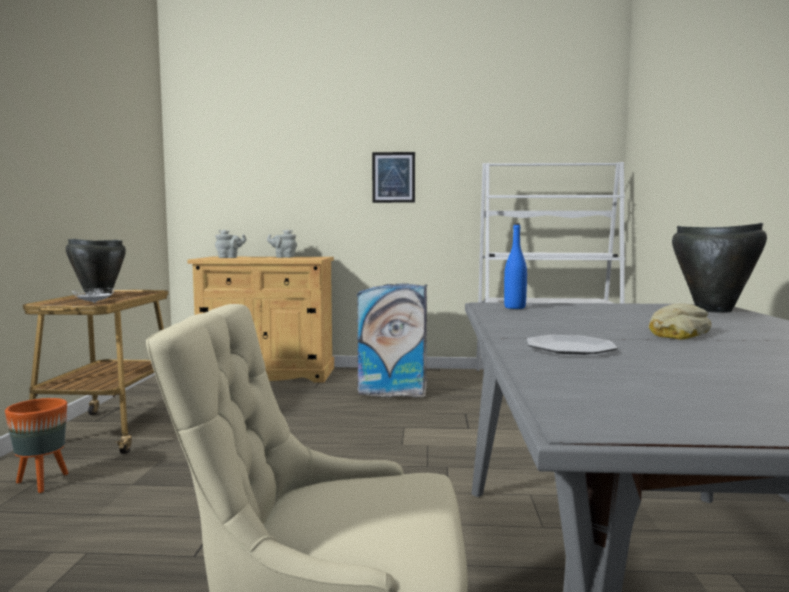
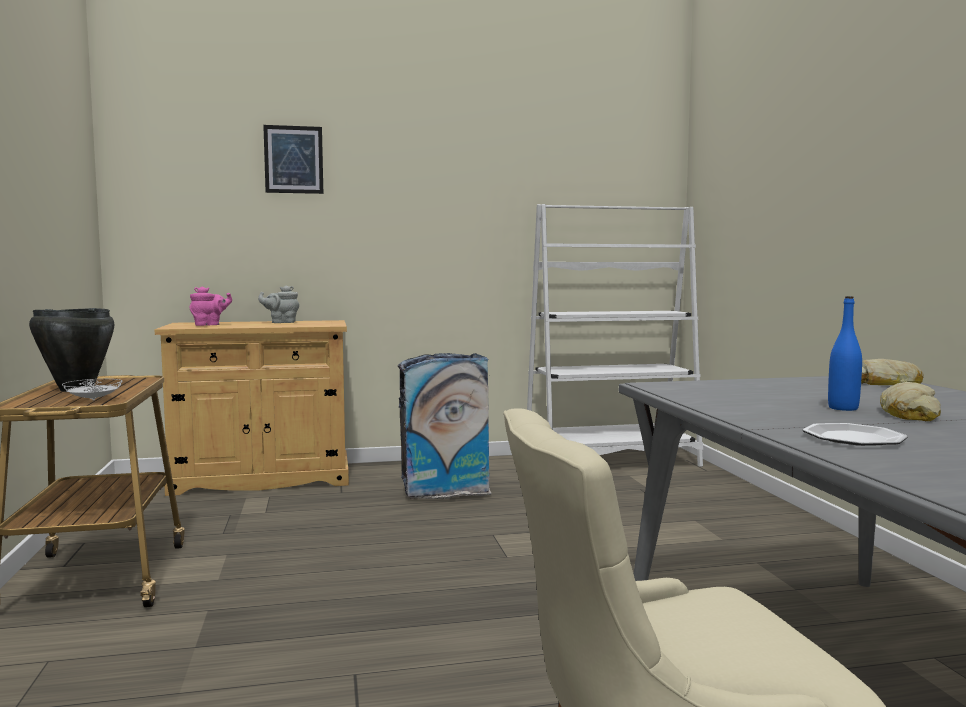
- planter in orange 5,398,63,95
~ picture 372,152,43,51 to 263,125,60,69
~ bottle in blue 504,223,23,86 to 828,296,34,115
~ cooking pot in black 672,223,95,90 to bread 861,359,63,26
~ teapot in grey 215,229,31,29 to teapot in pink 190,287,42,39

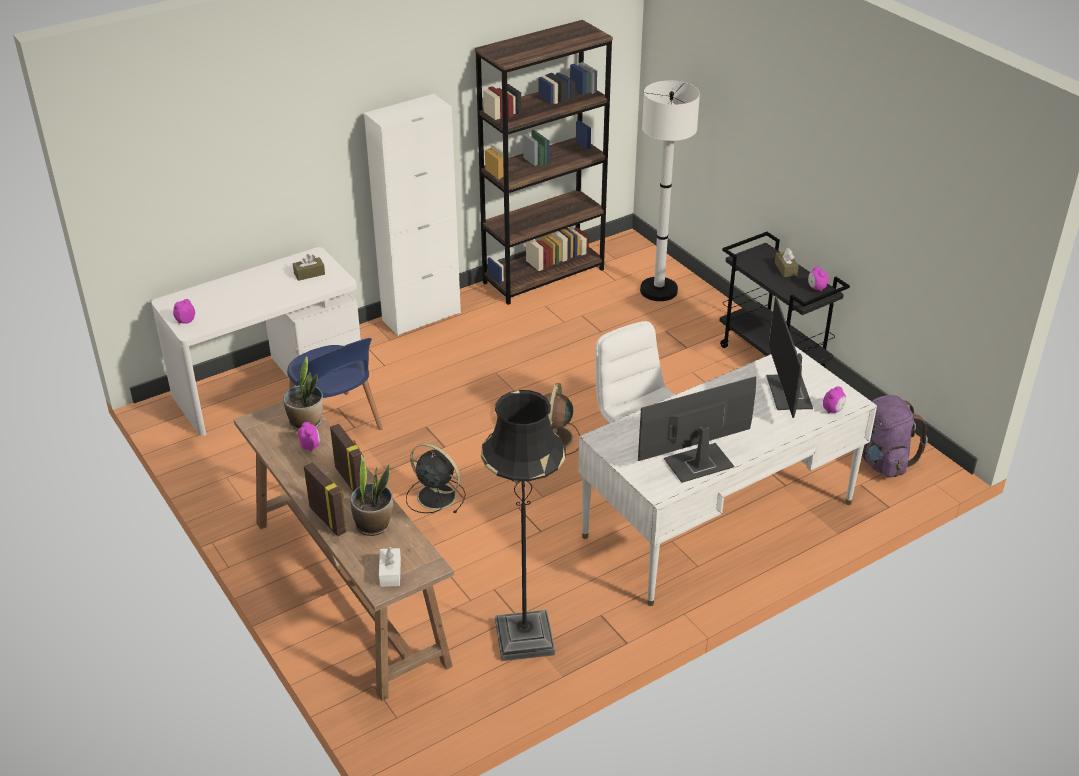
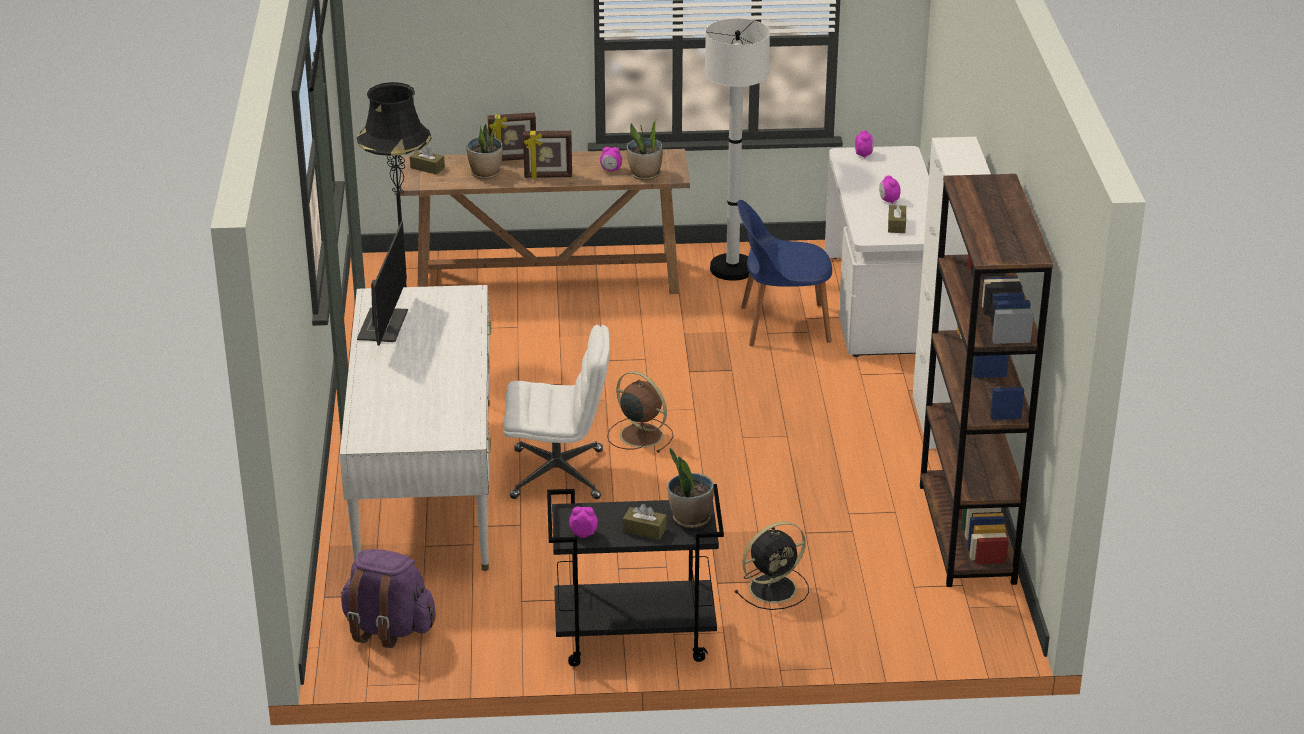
- monitor 766,296,47,122
+ potted plant 667,448,47,80
~ fan in black 406,443,60,70 to 734,522,75,88
~ floor lamp in white 640,80,60,221 to 705,18,65,263
~ alarm clock 823,386,23,28 to 879,176,22,28
~ tissue box in white 379,547,22,40 to tissue box in brown 410,146,35,29

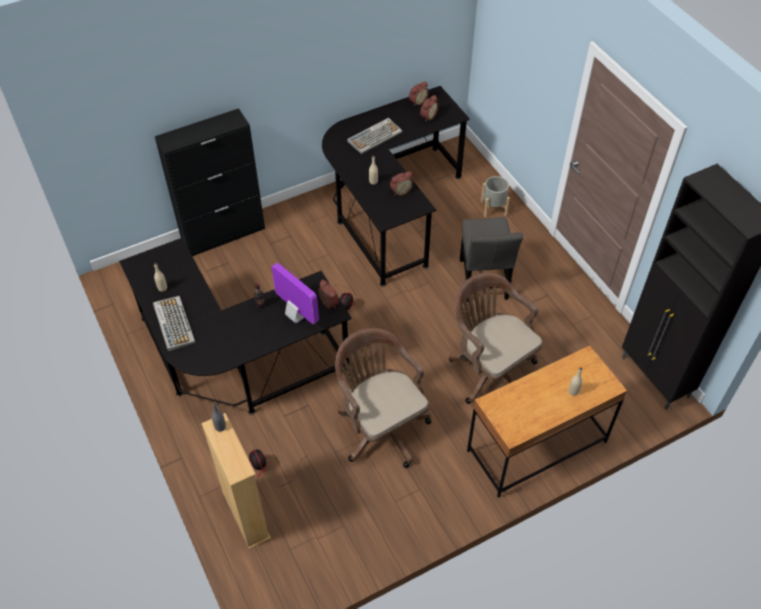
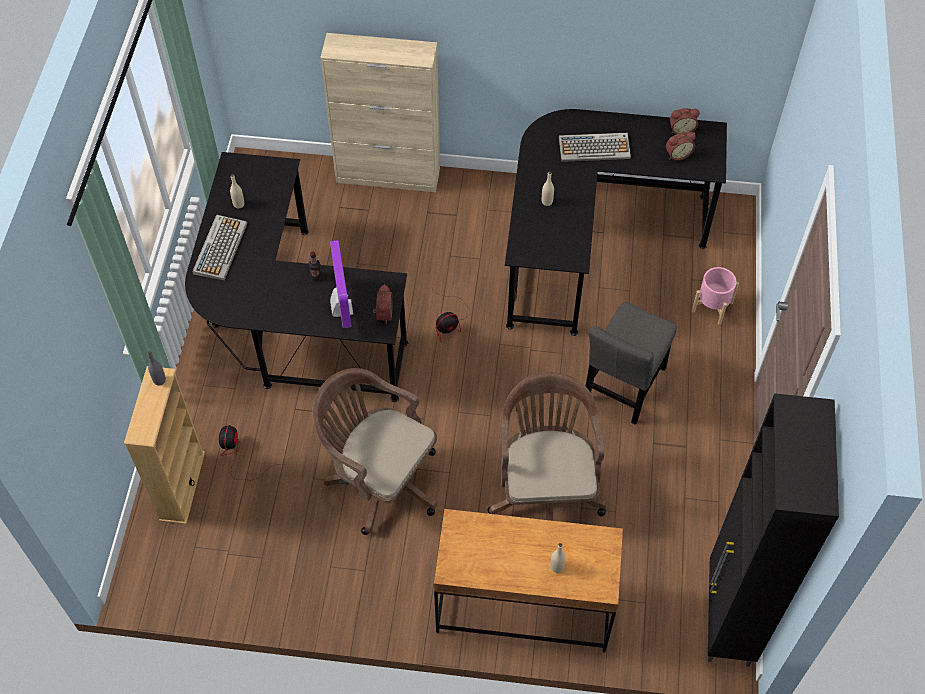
- alarm clock 390,171,23,25
~ cabinet in black 155,108,110,148 to cabinet in beige 320,33,120,159
~ planter in grey 481,176,29,41 to planter in pink 692,267,47,58
~ office chair in brown 335,328,97,140 = 313,368,124,167 60 degrees counterclockwise

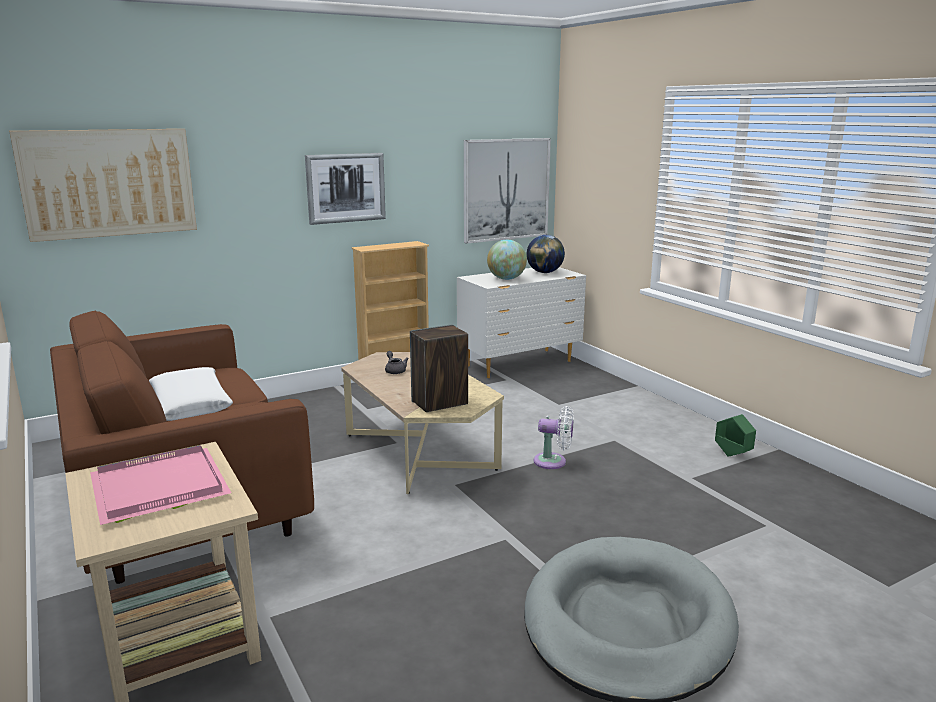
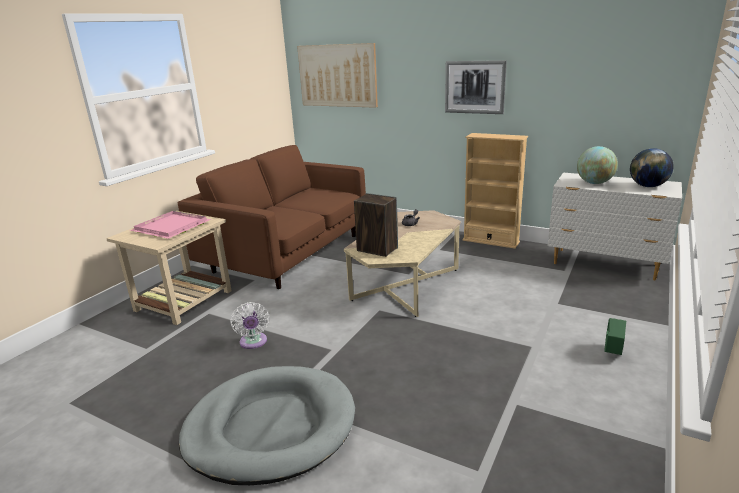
- pillow in white 149,367,84,54
- picture 464,138,87,106
~ fan in white 533,406,41,63 to 230,302,40,47
~ planter in green 715,414,41,43 to 604,318,22,37

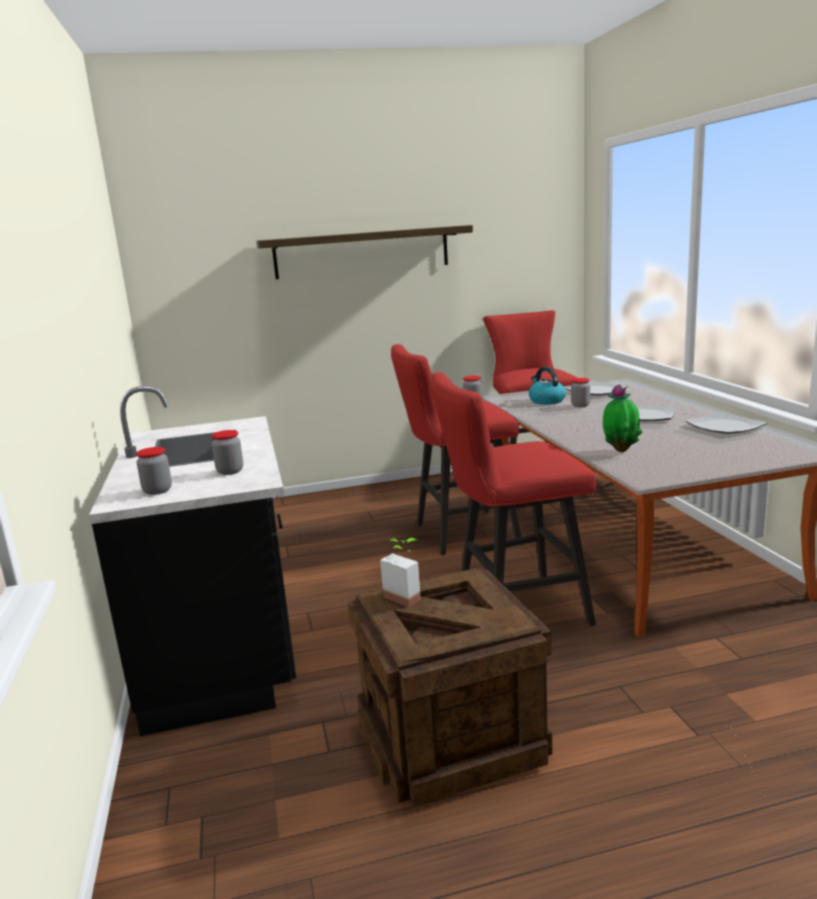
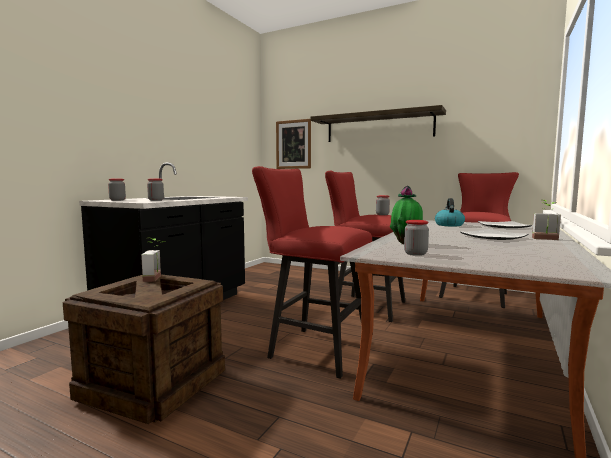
- plate 685,412,83,22
+ picture 276,119,35,50
+ potted plant 532,200,29,40
~ jar 571,378,19,29 to 404,220,25,36

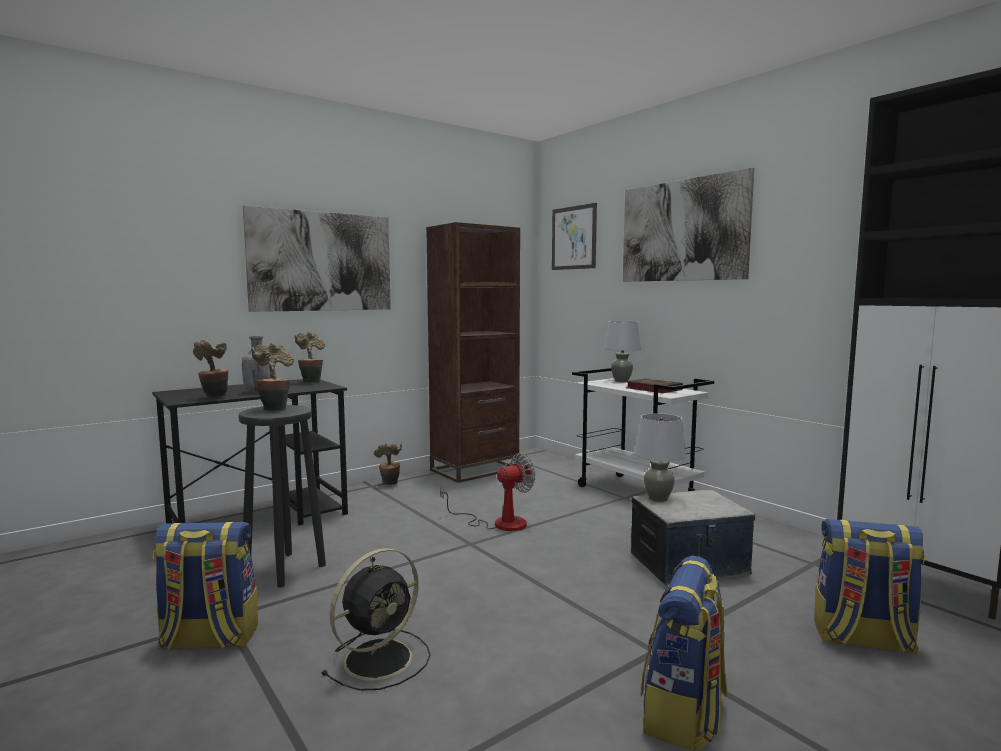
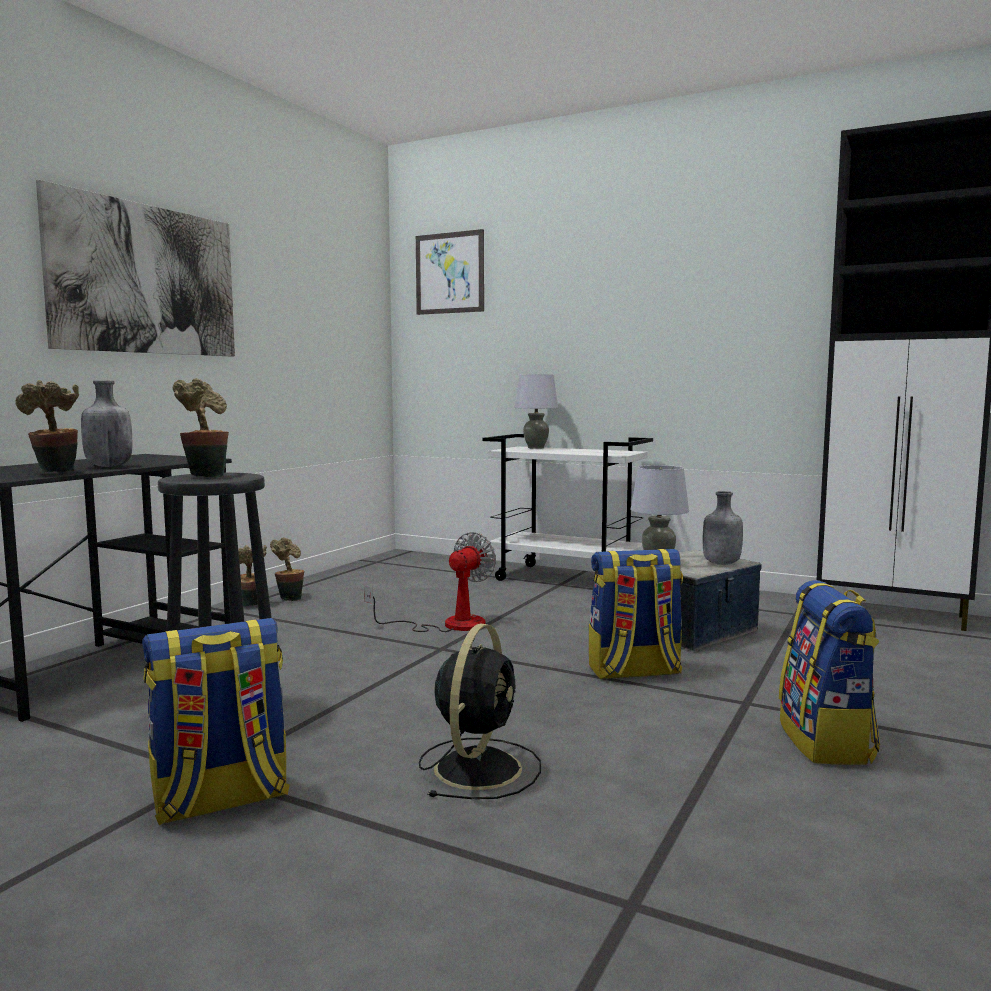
- bookcase in brown 426,222,94,261
- picture 623,167,131,115
- book 626,379,57,14
+ bottle in grey 703,491,40,74
~ potted plant 294,332,31,51 to 270,538,34,63
~ backpack 814,519,111,135 to 589,549,94,130

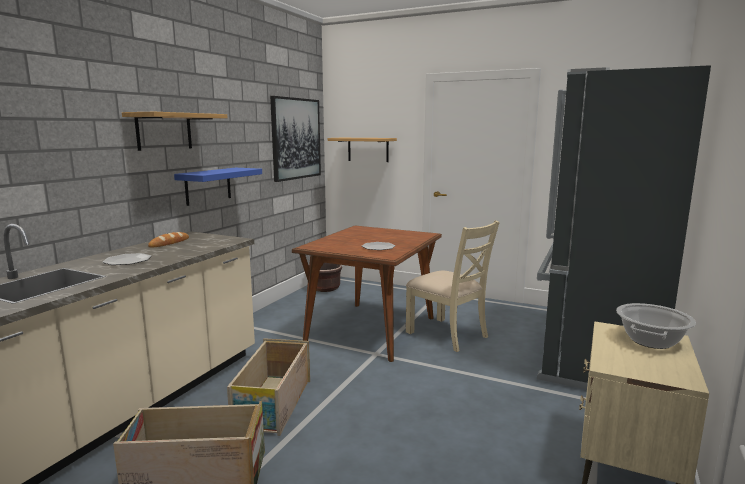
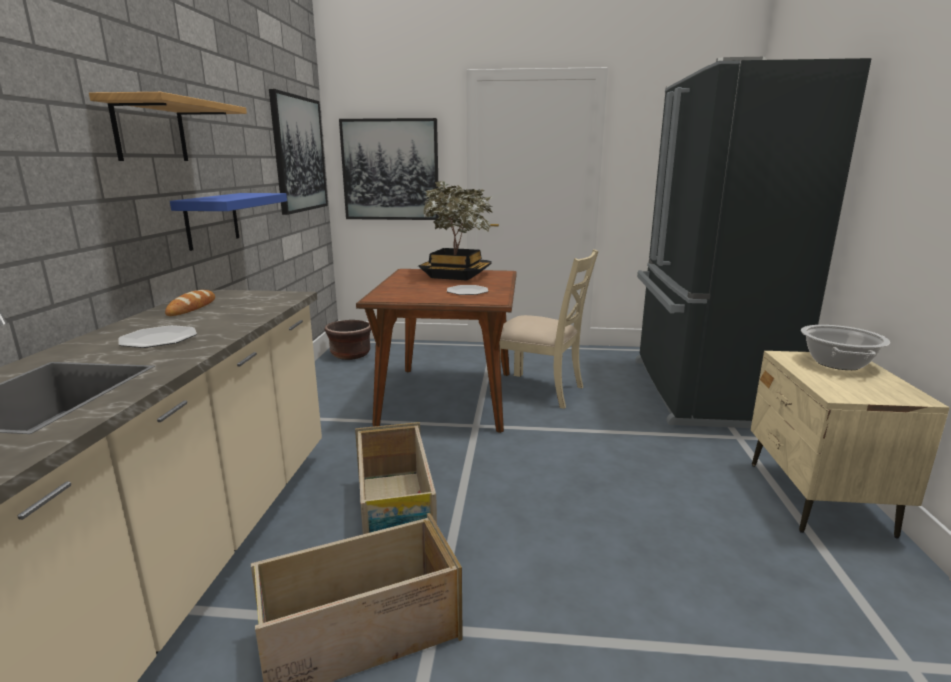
+ potted plant 418,181,74,100
~ shelf 327,138,70,24 to picture 339,118,100,102

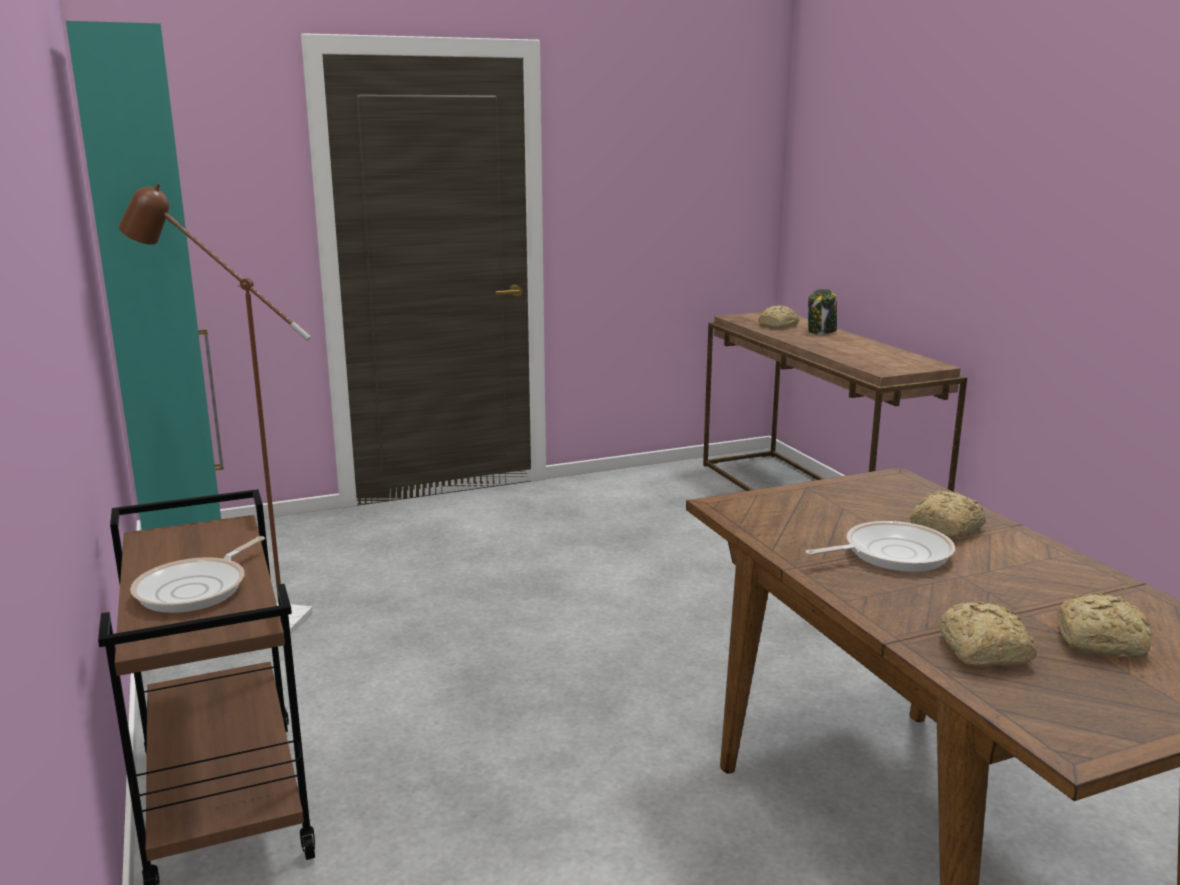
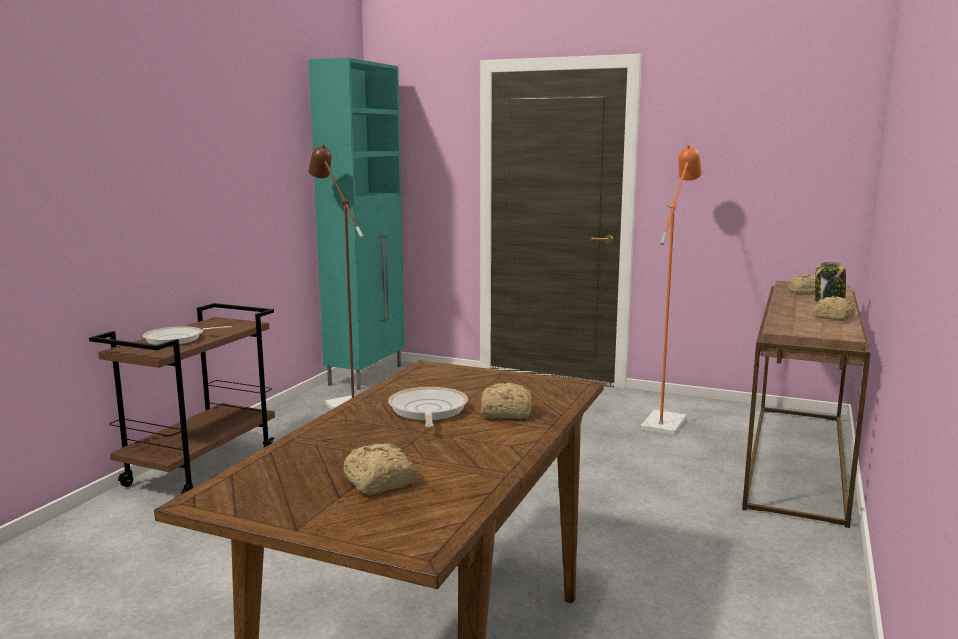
+ floor lamp in orange 641,145,61,290
~ bread 939,602,98,65 to 813,296,42,25
~ frying pan 805,521,150,51 = 388,387,80,41 120 degrees counterclockwise

